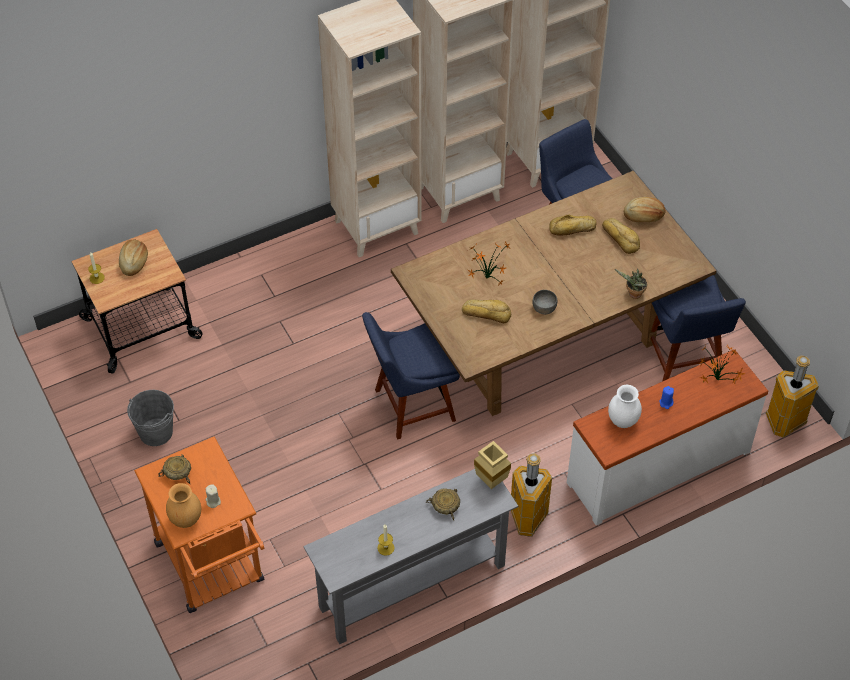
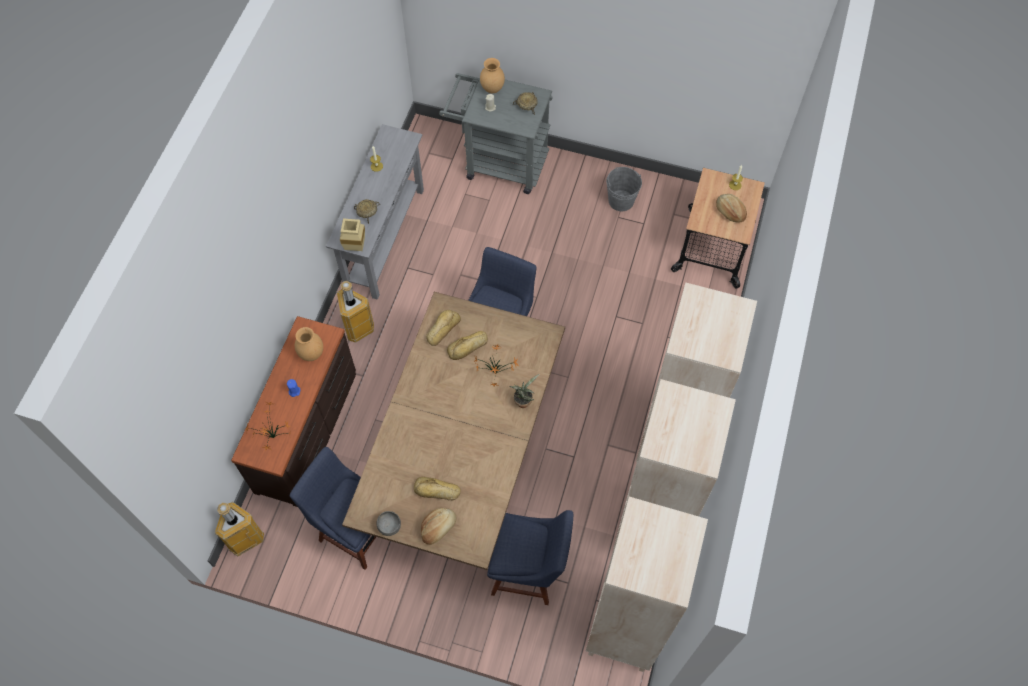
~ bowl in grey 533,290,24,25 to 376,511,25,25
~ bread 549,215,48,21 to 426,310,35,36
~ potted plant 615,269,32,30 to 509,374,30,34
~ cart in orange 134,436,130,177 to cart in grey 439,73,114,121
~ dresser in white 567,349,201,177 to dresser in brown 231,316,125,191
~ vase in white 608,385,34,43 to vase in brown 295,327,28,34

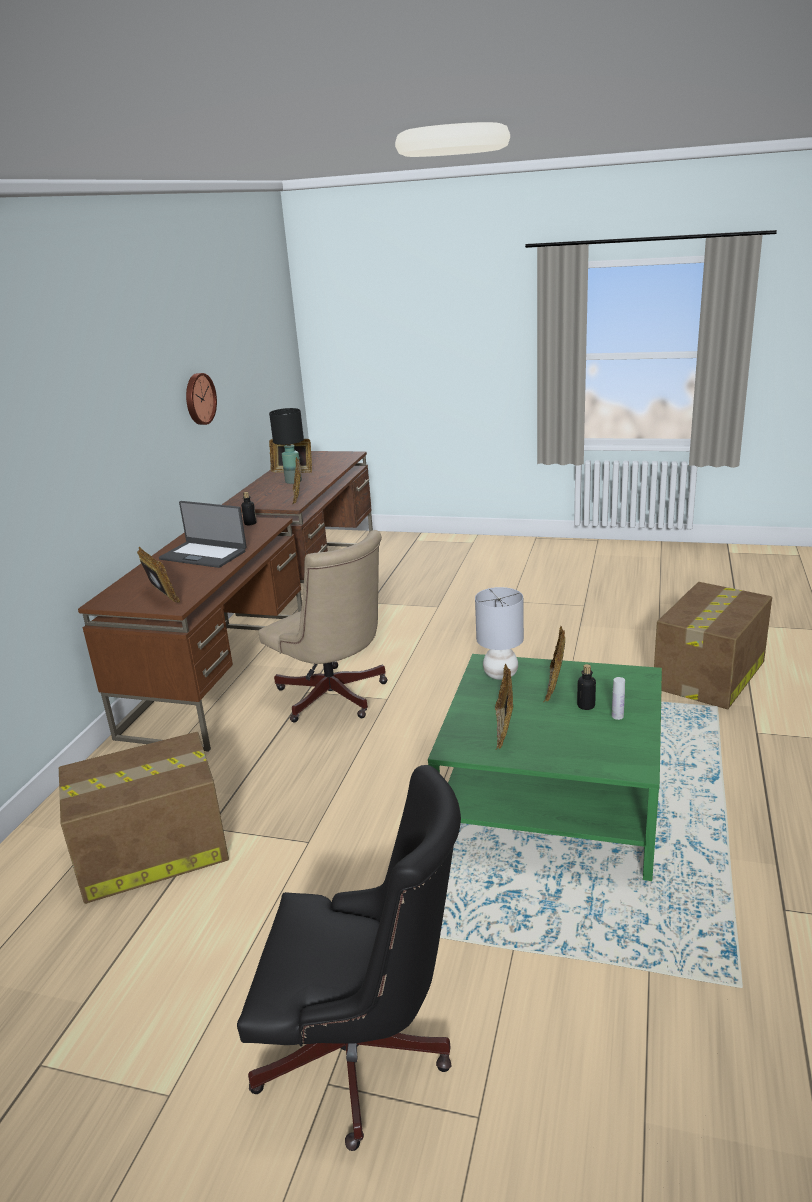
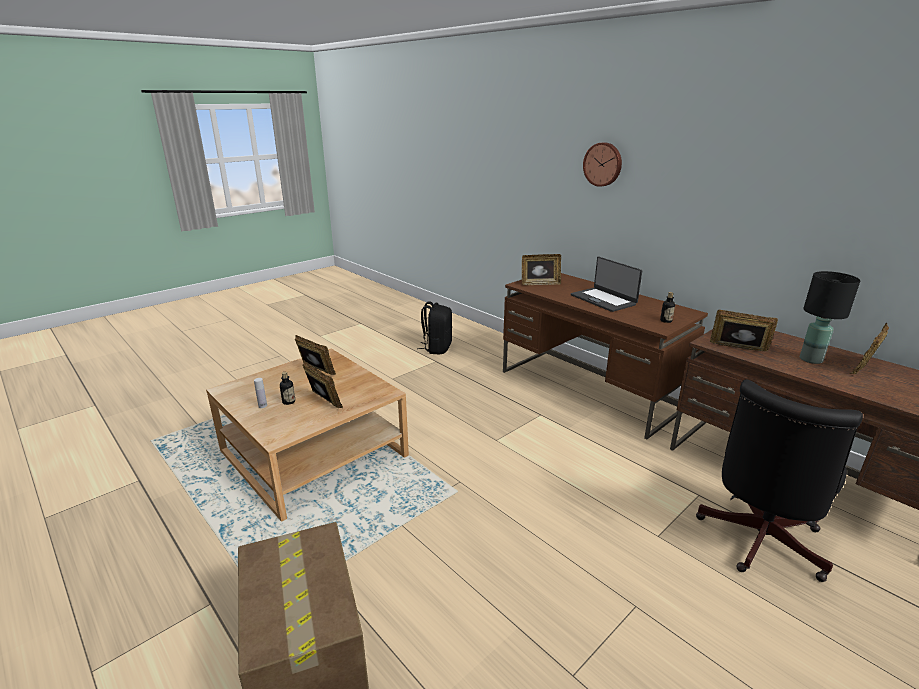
- office chair in beige 258,530,130,193
- table lamp in grey 475,587,49,93
~ wall clock 186,373,31,52 to 583,142,39,45
~ office chair in black 237,765,224,386 to 696,380,167,202
~ cardboard box 59,732,170,172 to backpack in black 417,302,35,52
~ coffee table in green 428,654,234,227 to coffee table in beige 206,349,203,173
~ laptop 159,501,88,67 = 571,257,71,55 90 degrees counterclockwise

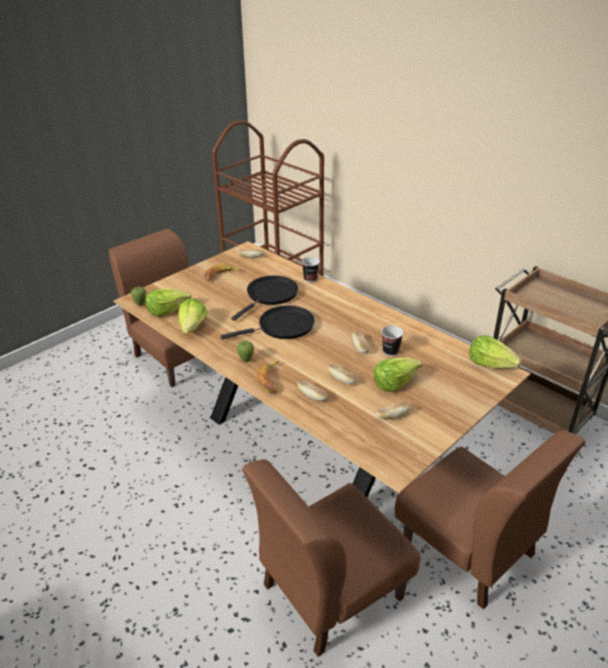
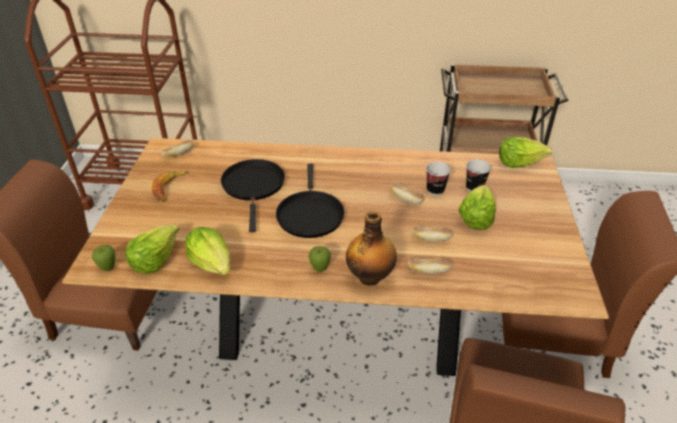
- bread 376,402,35,18
~ cup 301,257,19,26 to 466,159,25,33
~ banana 257,361,22,32 to bottle 346,211,51,75
~ frying pan in black 220,305,95,35 = 276,164,68,74 150 degrees clockwise

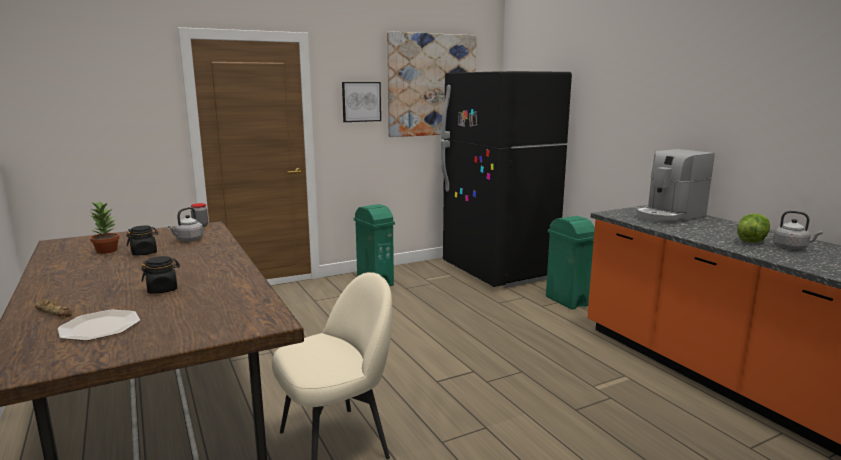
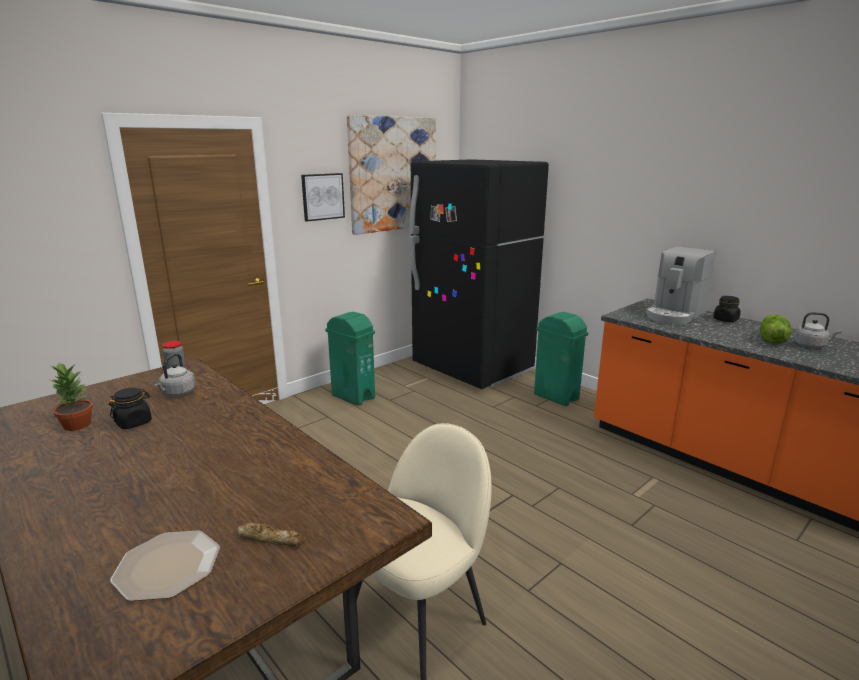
~ bread 35,300,38,18 to 238,523,67,24
~ jar in black 141,256,39,38 to 713,296,28,26

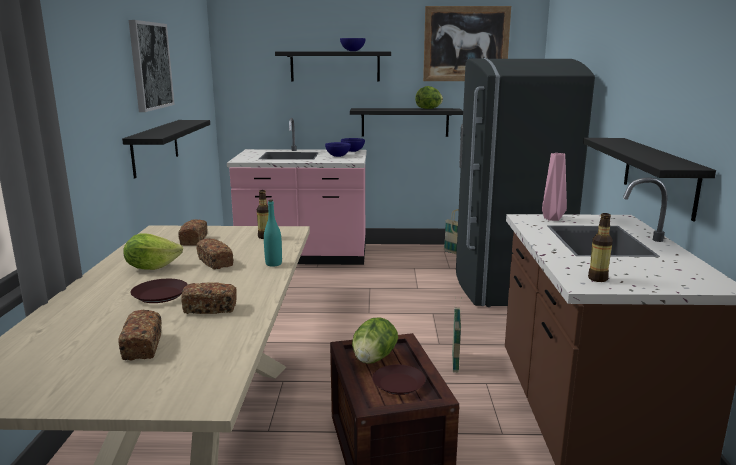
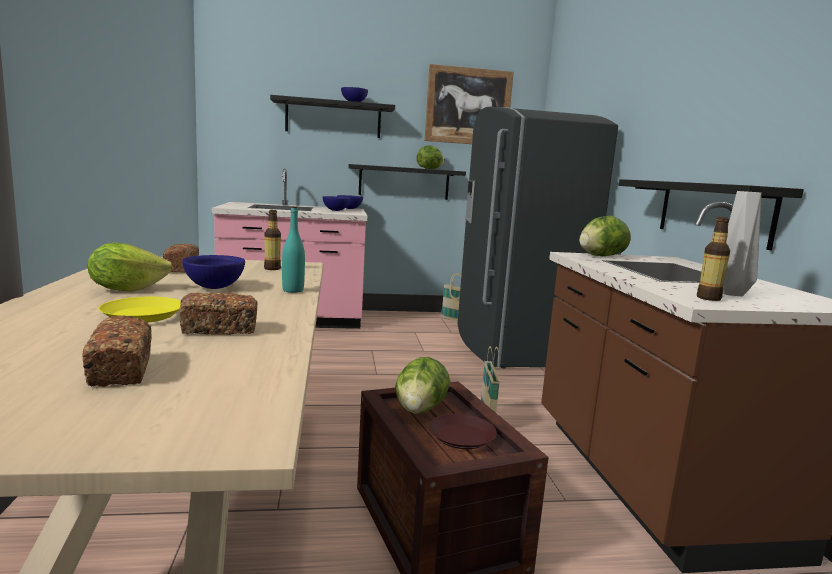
- shelf in black 122,120,88,58
- picture 129,20,46,92
+ vase in grey 723,191,38,105
~ bread 196,238,37,31 to bowl in blue 182,255,63,34
~ vase in pink 542,153,25,68 to lettuce 579,216,52,40
~ plate in brown 130,279,58,24 to plate in yellow 98,297,83,25

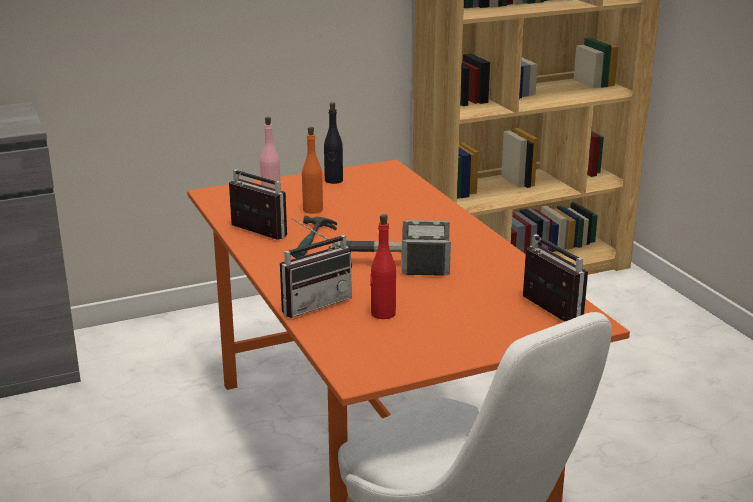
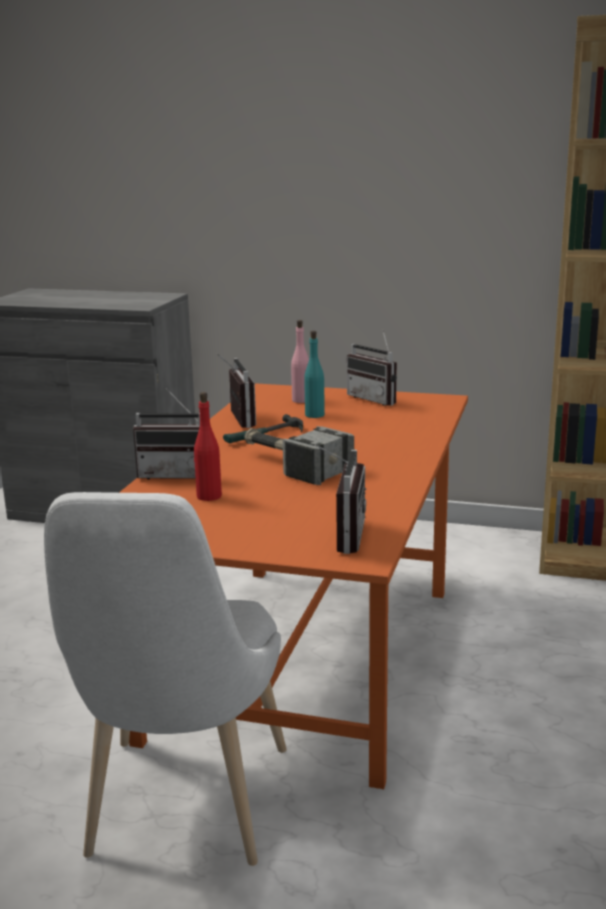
~ bottle in black 324,102,19,82 to radio 347,329,50,77
~ bottle in orange 302,127,21,87 to bottle in turquoise 304,331,21,87

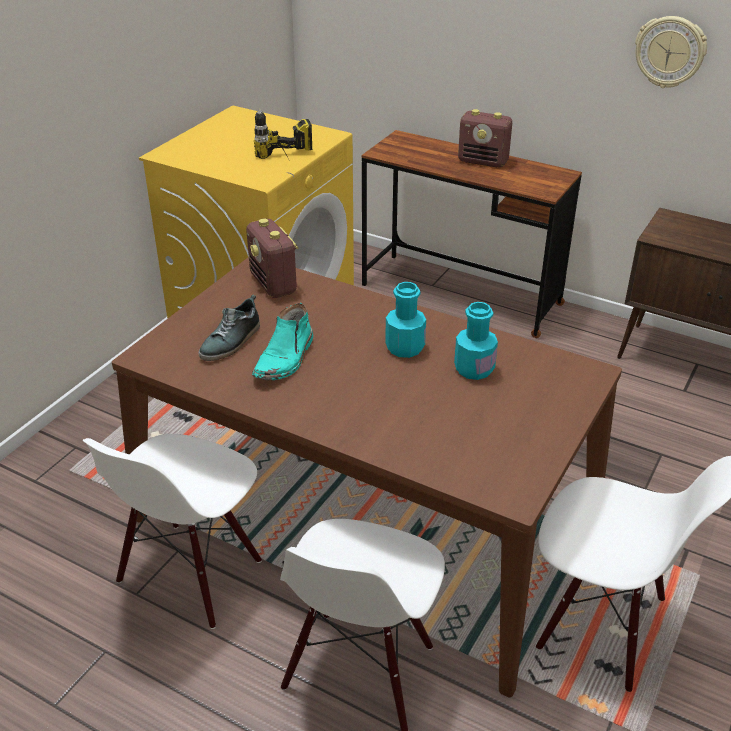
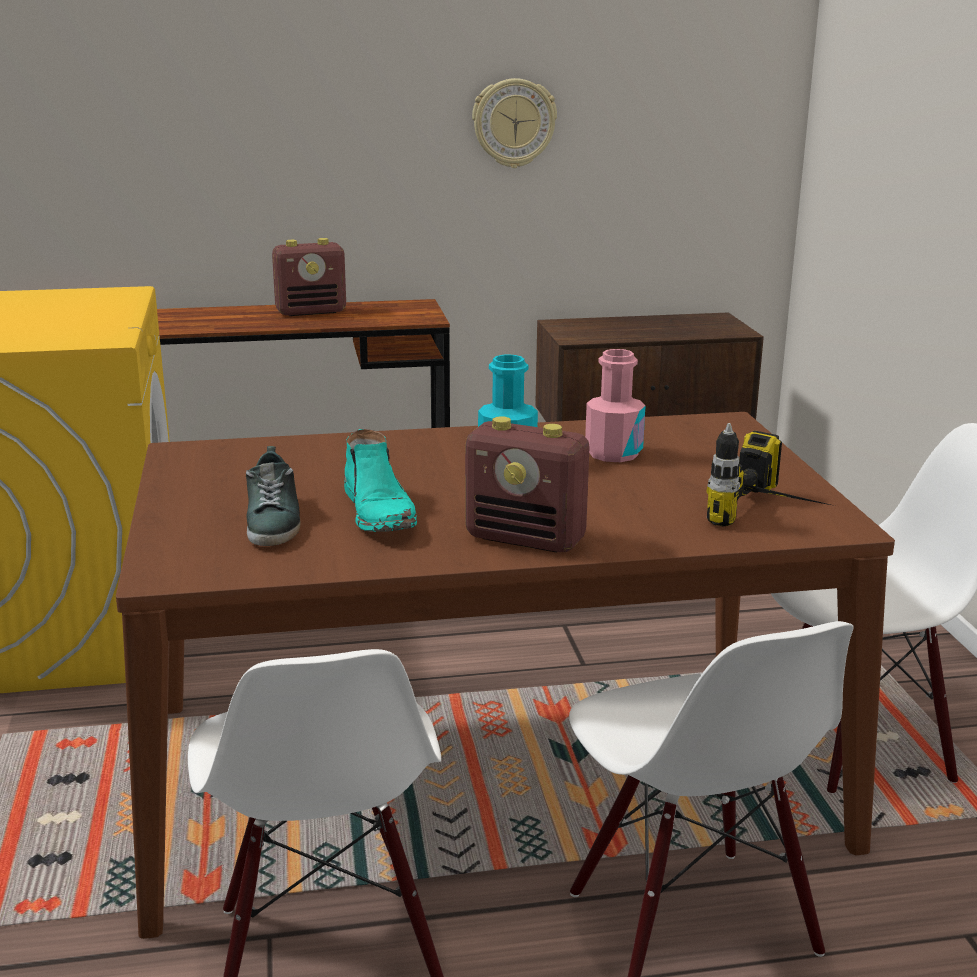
~ radio 246,218,52,80 to 465,416,125,137
~ power drill 254,108,58,51 to 706,423,129,103
~ bottle in turquoise 454,302,44,78 to bottle in pink 585,349,60,113

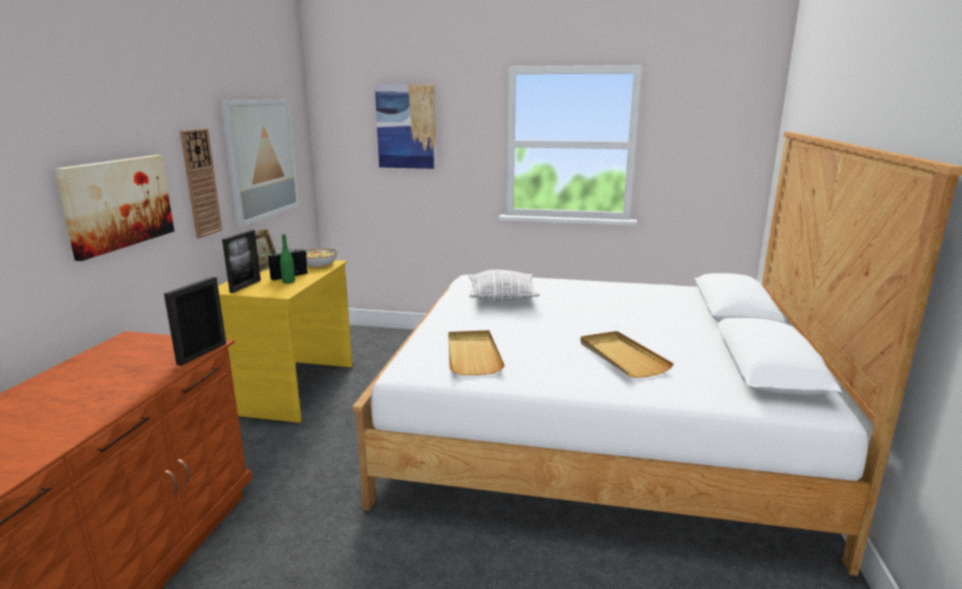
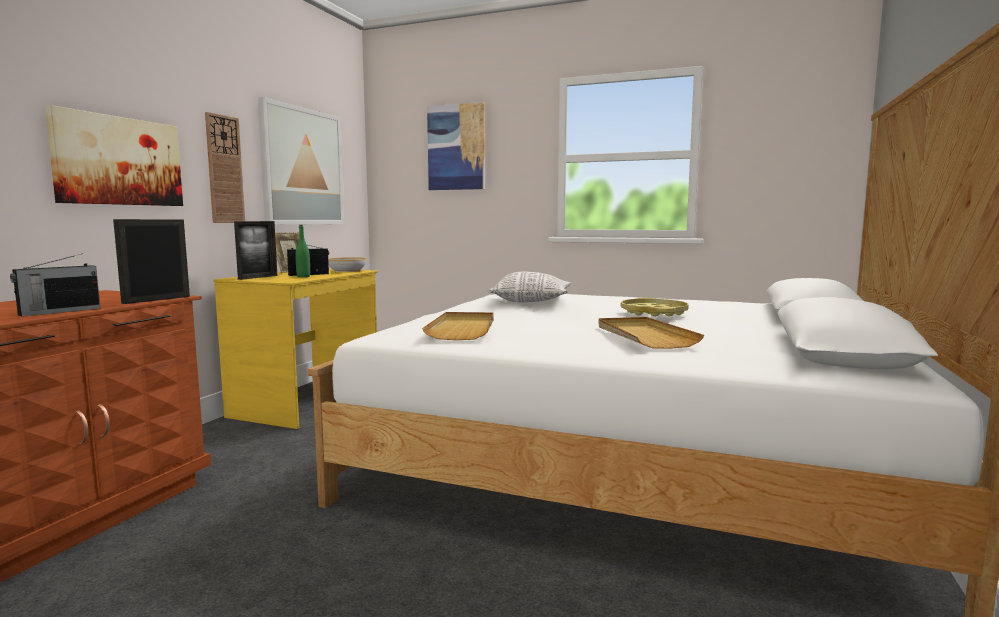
+ radio 10,253,90,64
+ tray in yellow 621,298,68,19

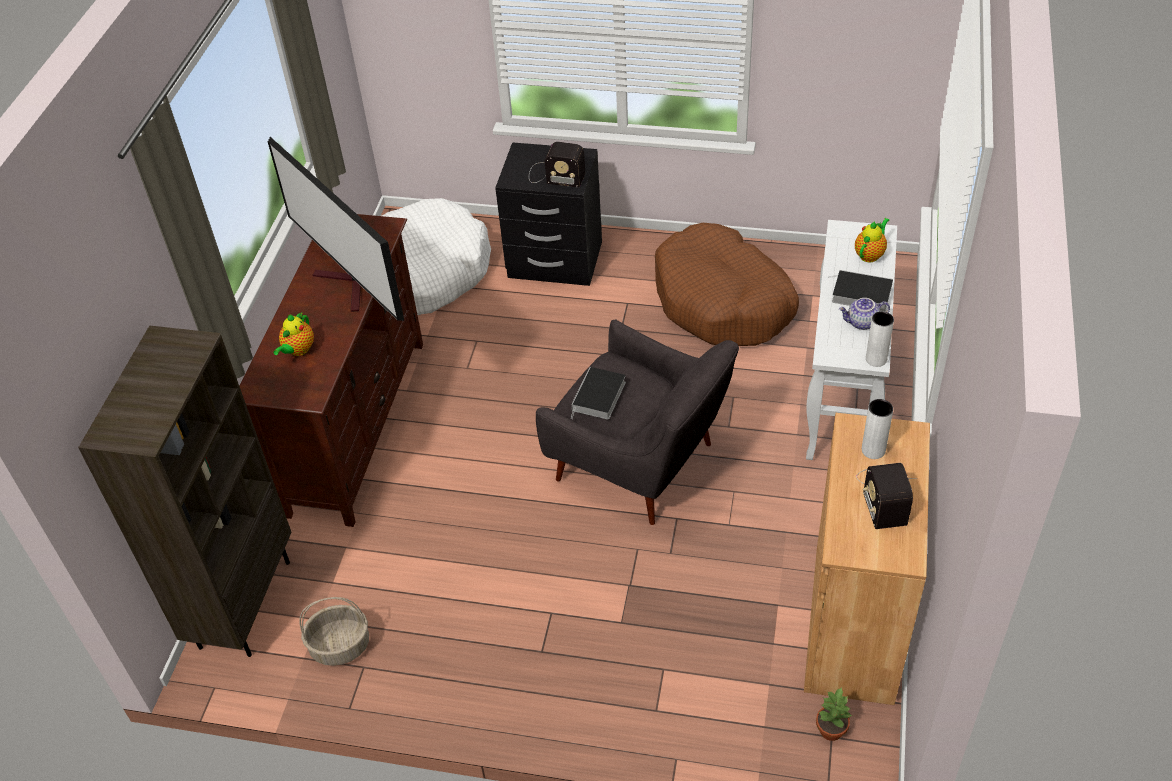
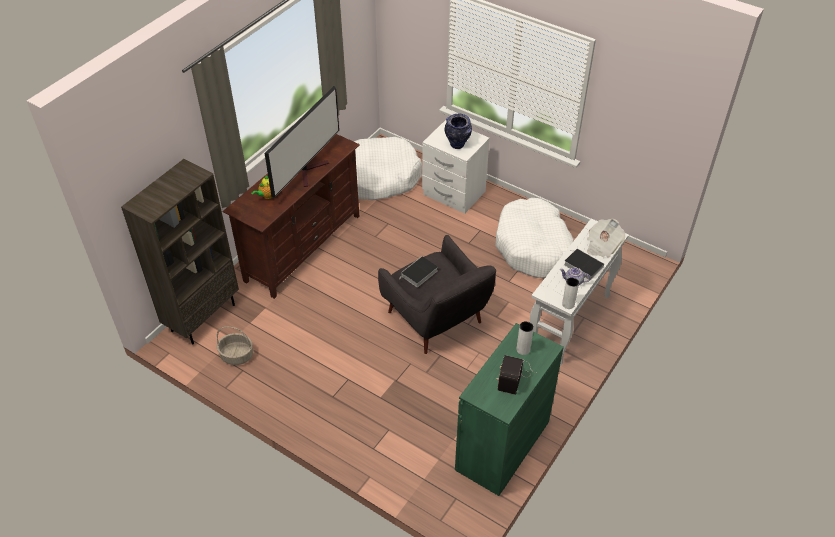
- potted plant 816,687,37,54
~ radio 529,142,56,46 to vase 445,114,27,35
~ teapot 855,218,34,44 to newspaper 587,219,38,39
~ nightstand in black 495,142,107,144 to nightstand in white 422,120,68,94
~ dog bed in brown 655,223,144,123 to dog bed in white 495,198,79,80
~ cabinet in brown 804,413,126,292 to cabinet in green 455,323,109,173
~ television 268,137,136,184 = 264,86,75,111 135 degrees counterclockwise

